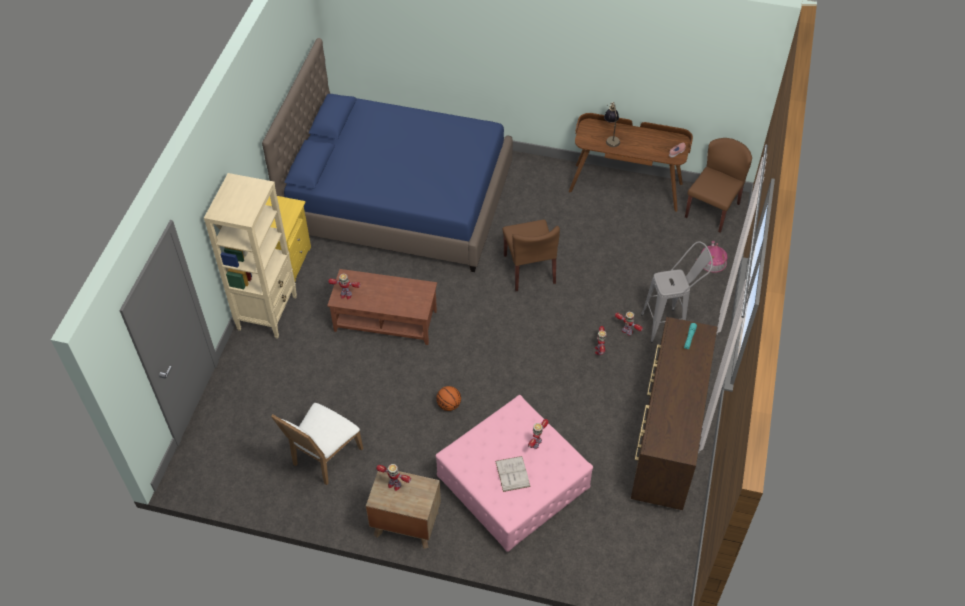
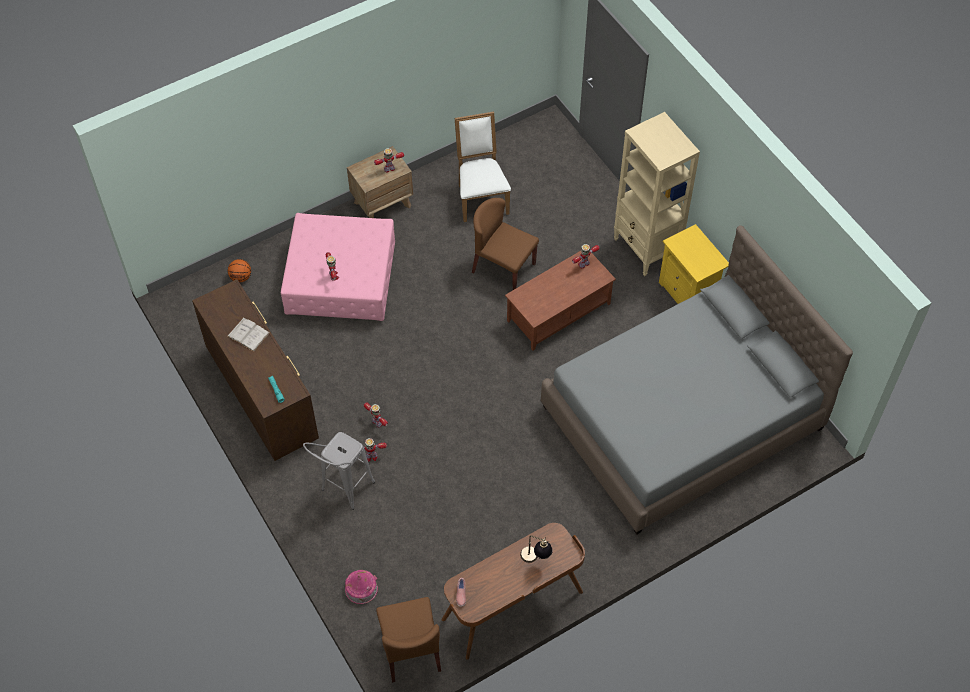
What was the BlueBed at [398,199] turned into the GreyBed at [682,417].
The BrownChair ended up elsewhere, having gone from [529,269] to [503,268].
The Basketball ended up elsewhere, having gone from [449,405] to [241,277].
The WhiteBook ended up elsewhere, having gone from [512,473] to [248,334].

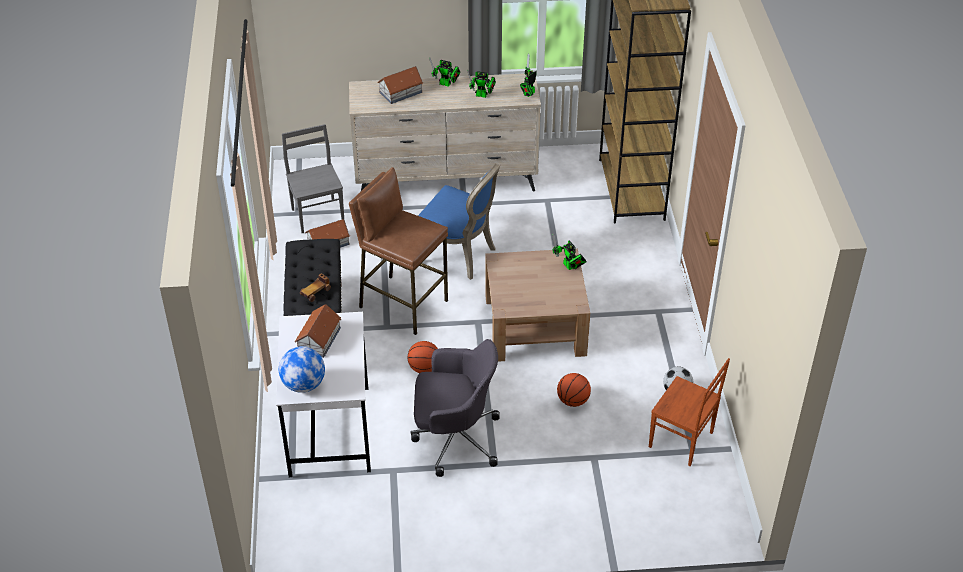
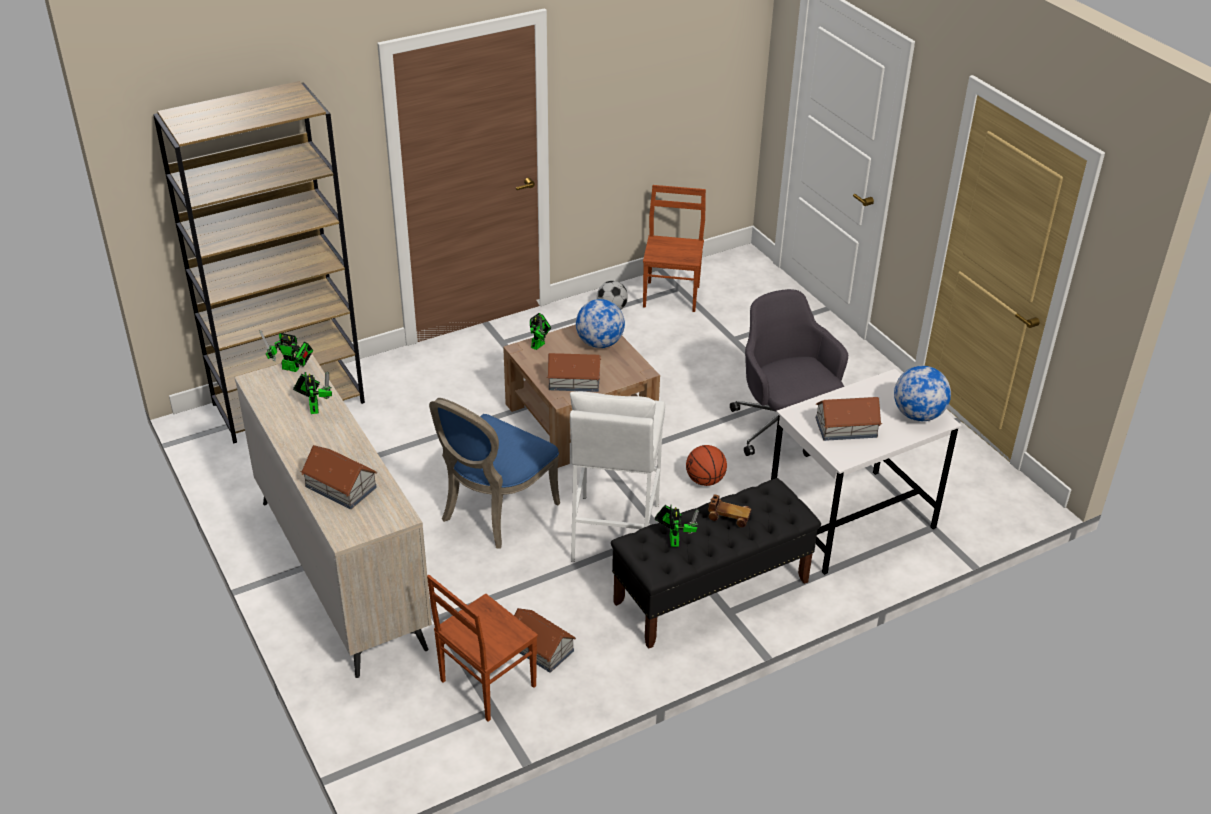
The ToyRobot ended up elsewhere, having gone from [446,84] to [673,538].
What was the GreyChair at [318,215] turned into the BrownChair at [486,683].
The BlueChair at [459,255] ended up facing another way, 150 degrees counterclockwise from before.
What was the BrownStool at [403,304] turned into the WhiteStool at [613,532].
The second view lost the Basketball at [573,401].
The second view gained the Globe at [599,343].
The second view gained the ToyHouse at [575,381].

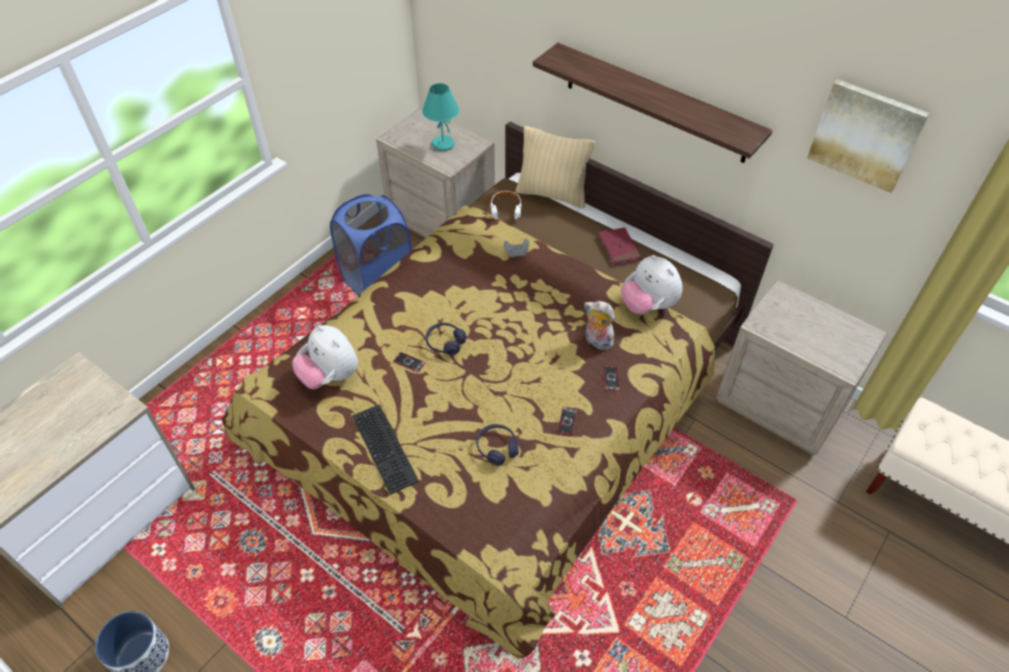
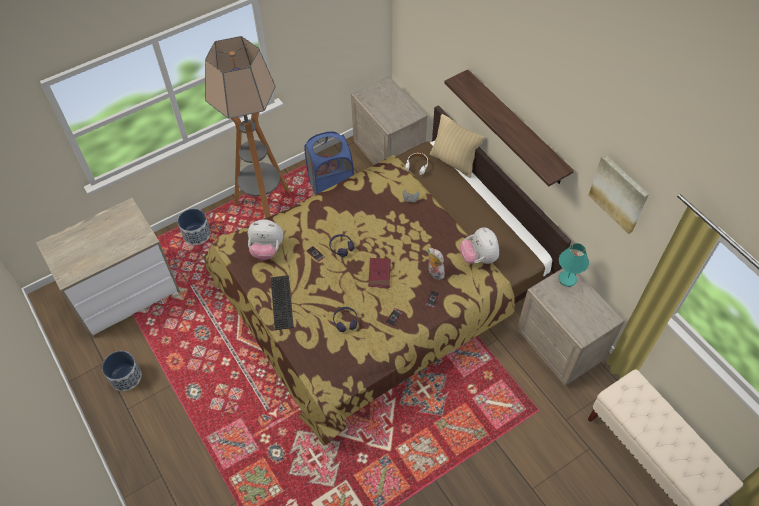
The TurquoiseTableLamp ended up elsewhere, having gone from [442,144] to [566,279].
The RedBook ended up elsewhere, having gone from [619,248] to [379,274].
The PlushToy at [330,376] ended up facing another way, 60 degrees counterclockwise from before.
The second view gained the FloorLamp at [265,208].
The second view gained the Planter at [196,234].

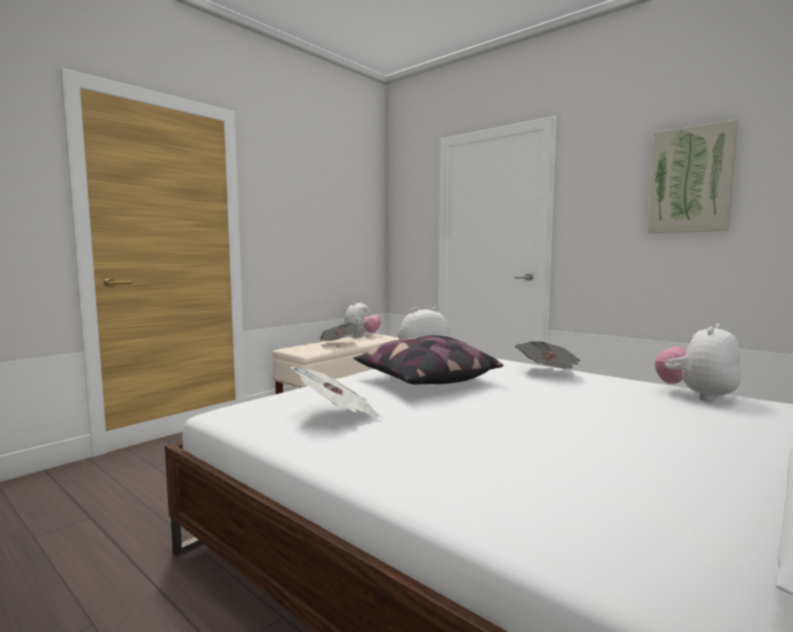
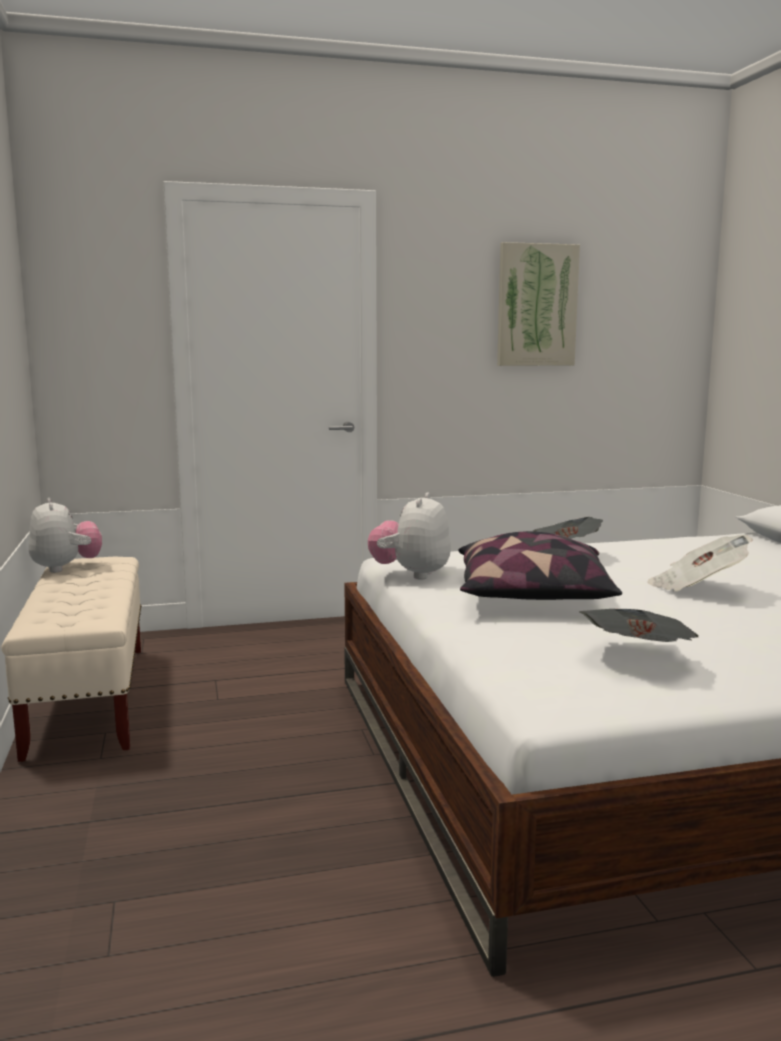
The Newspaper ended up elsewhere, having gone from [338,343] to [696,587].
The second view lost the PlushToy at [697,396].

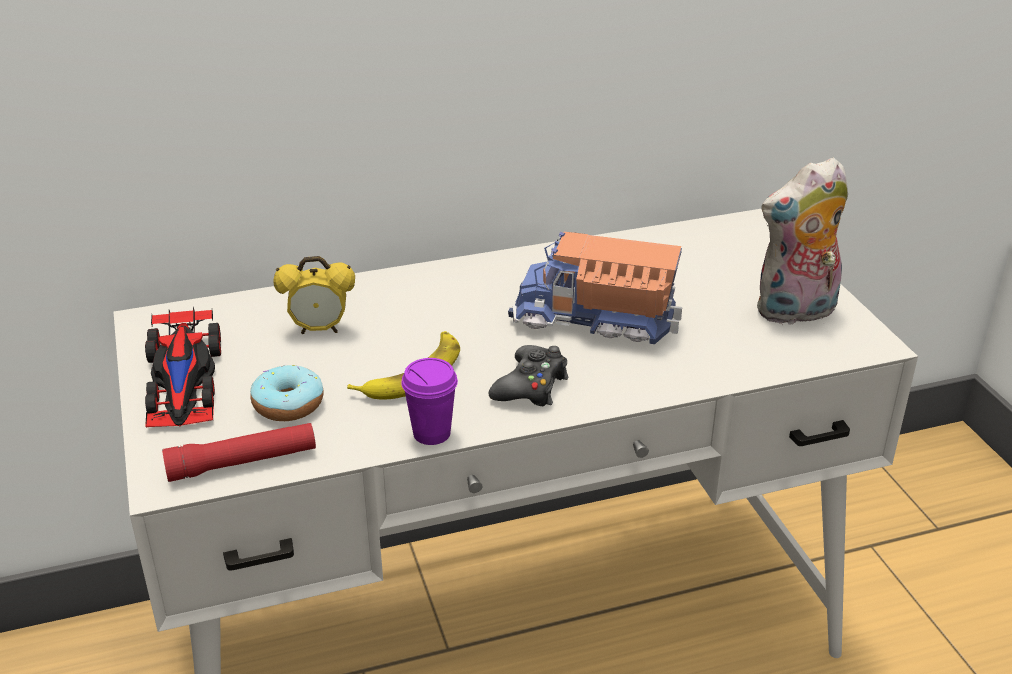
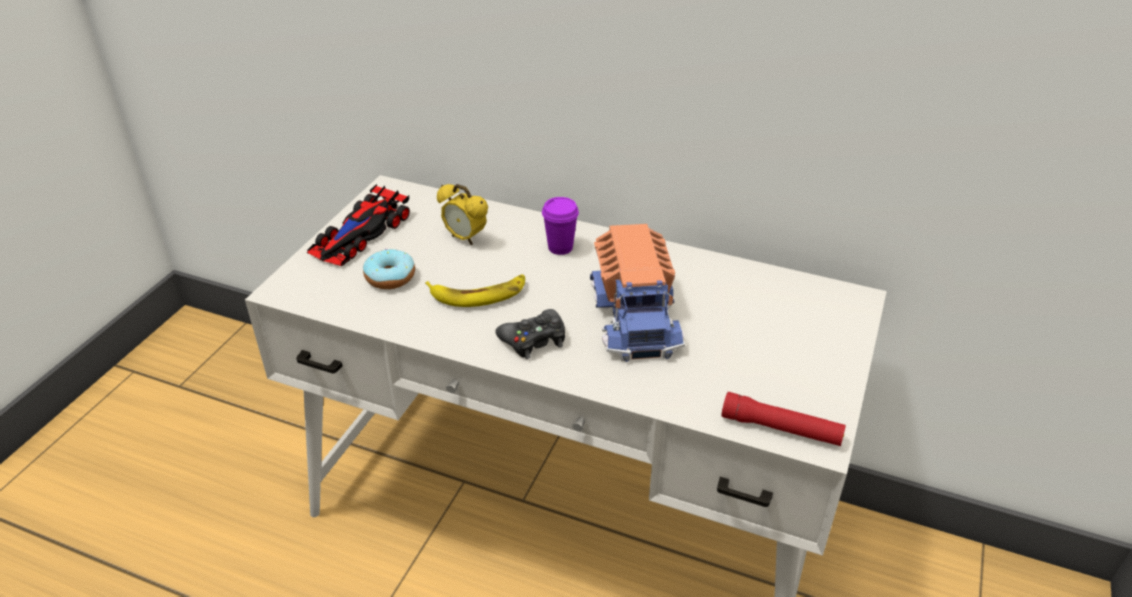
The second view lost the PlushToy at [795,313].
The ToyTruck at [595,320] ended up facing another way, 150 degrees counterclockwise from before.
The PurpleCup ended up elsewhere, having gone from [431,433] to [560,247].
The RedFlashlight ended up elsewhere, having gone from [243,463] to [781,428].

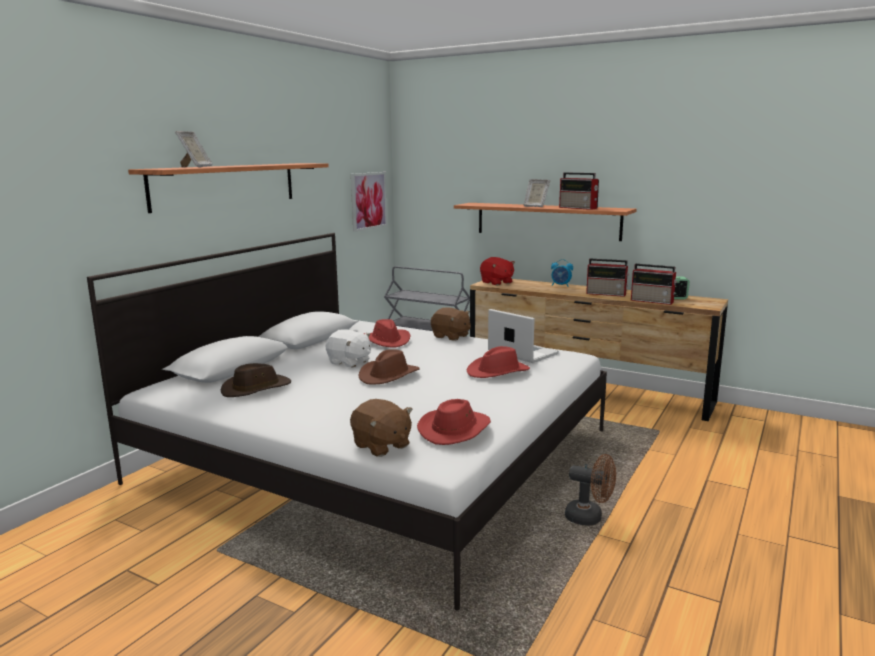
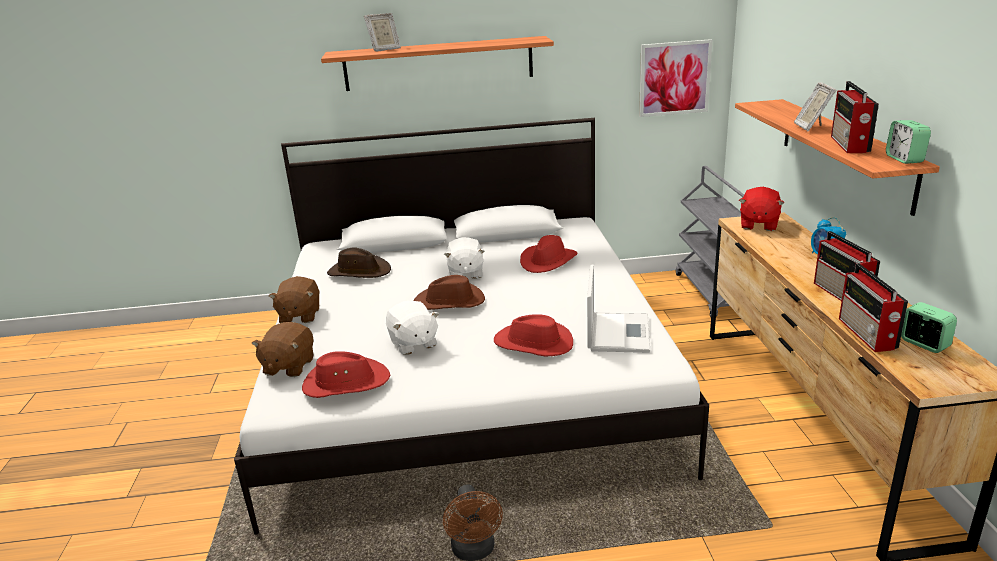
The BrownPlushToy ended up elsewhere, having gone from [451,336] to [299,316].
The second view gained the AlarmClock at [904,159].
The second view gained the WhitePlushToy at [413,343].

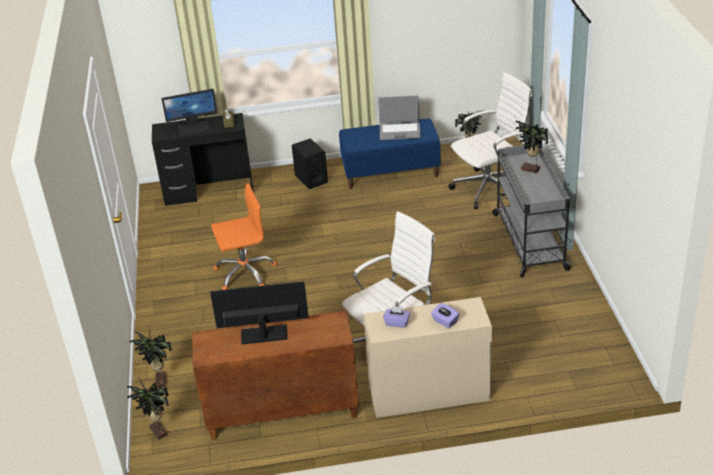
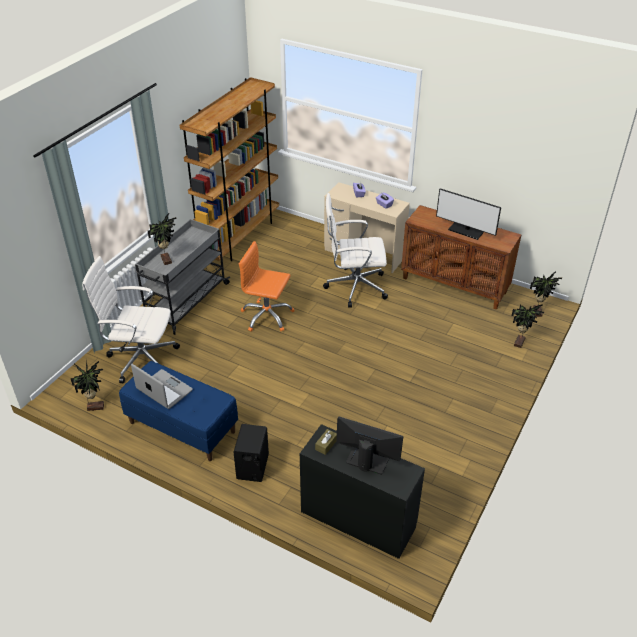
The OrangeOfficeChair ended up elsewhere, having gone from [245,273] to [267,316].
The second view gained the BrownBookcase at [239,237].

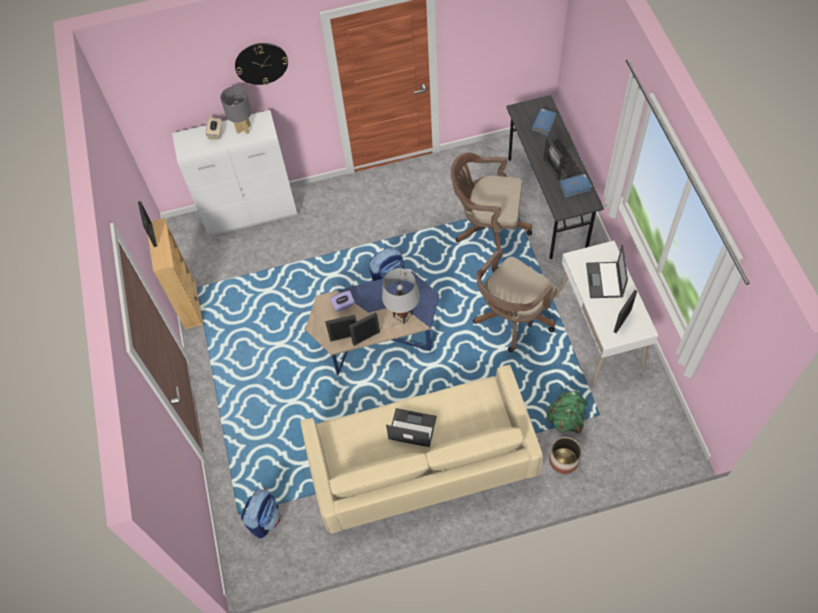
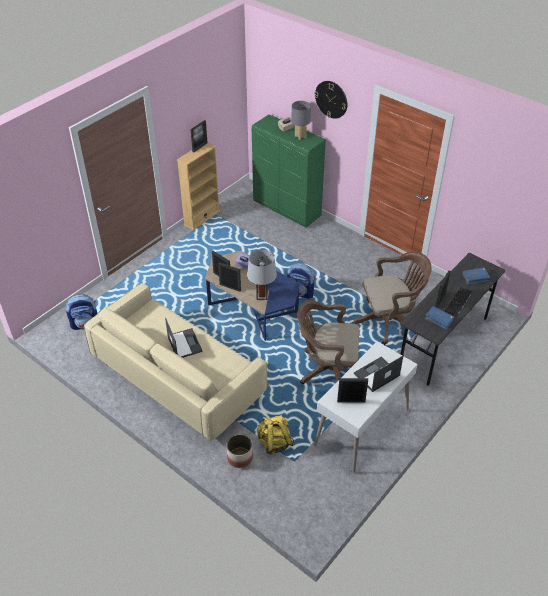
What was the WhiteCabinet at [251,213] turned into the GreenCabinet at [287,209].
The BrownOfficeChair at [487,227] ended up facing another way, 105 degrees clockwise from before.
What was the GreenBackpack at [566,419] turned into the YellowBackpack at [274,442].

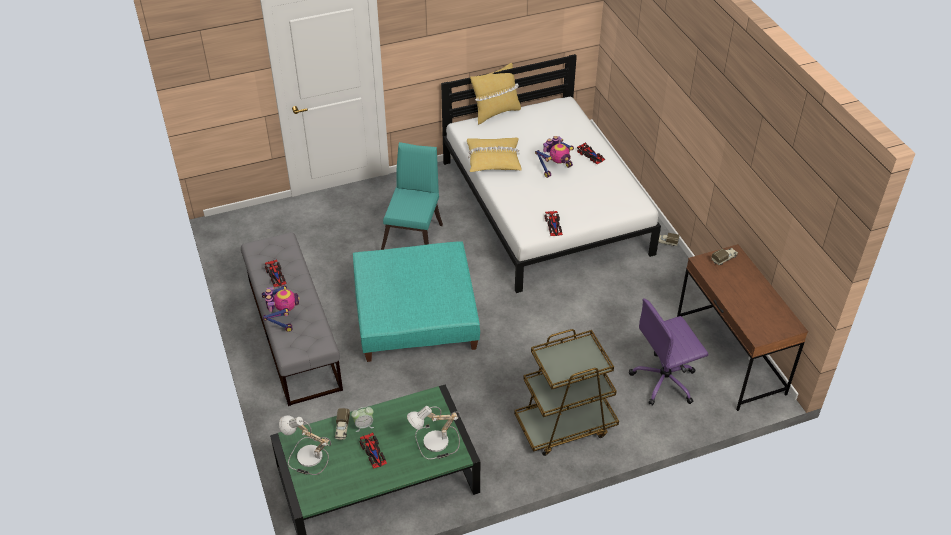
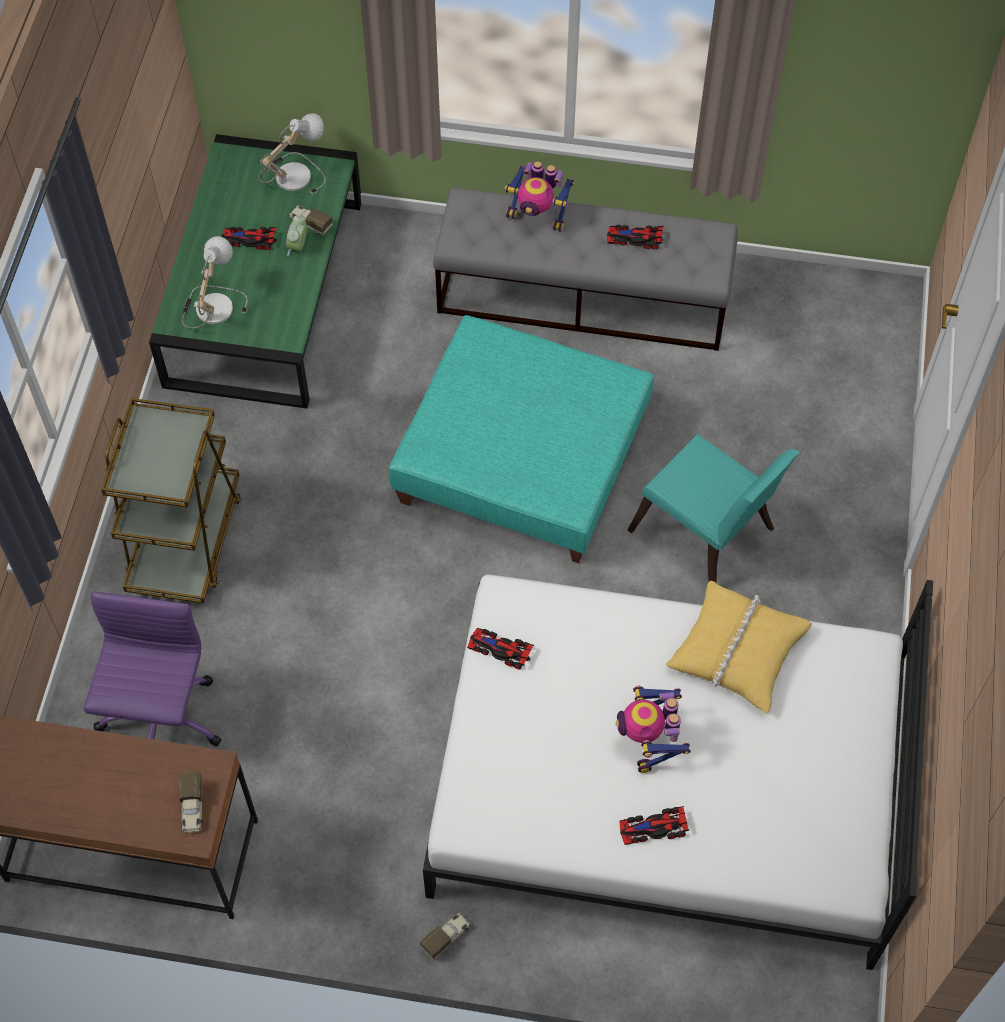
The second view lost the YellowPillow at [495,113].

